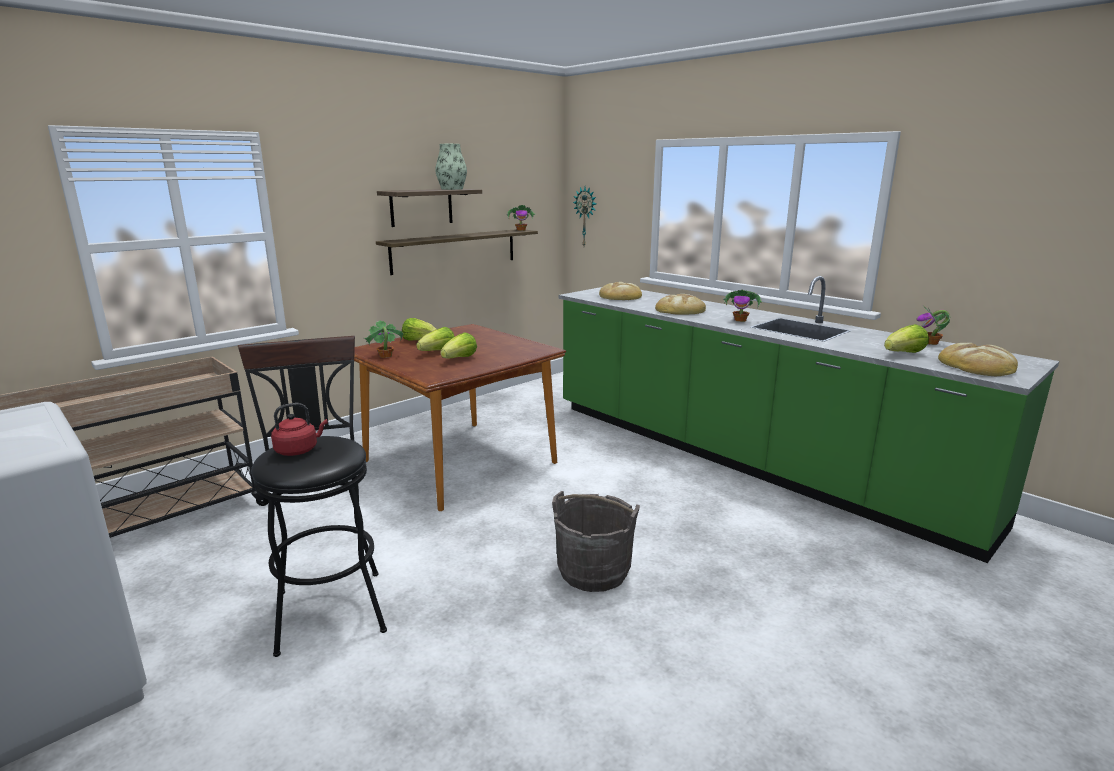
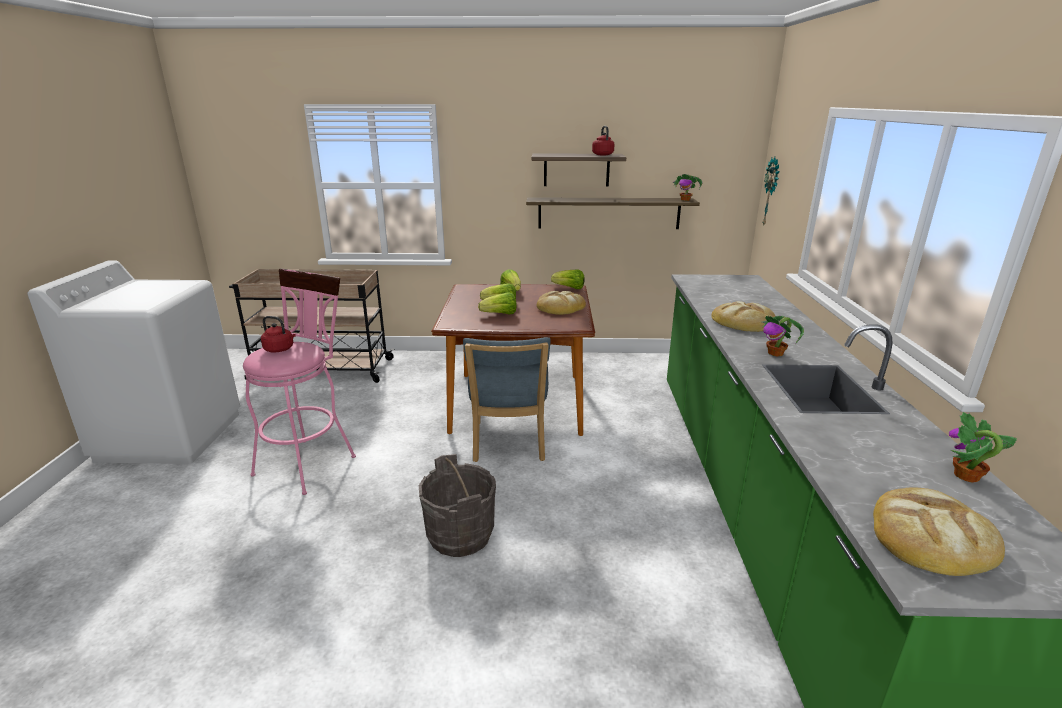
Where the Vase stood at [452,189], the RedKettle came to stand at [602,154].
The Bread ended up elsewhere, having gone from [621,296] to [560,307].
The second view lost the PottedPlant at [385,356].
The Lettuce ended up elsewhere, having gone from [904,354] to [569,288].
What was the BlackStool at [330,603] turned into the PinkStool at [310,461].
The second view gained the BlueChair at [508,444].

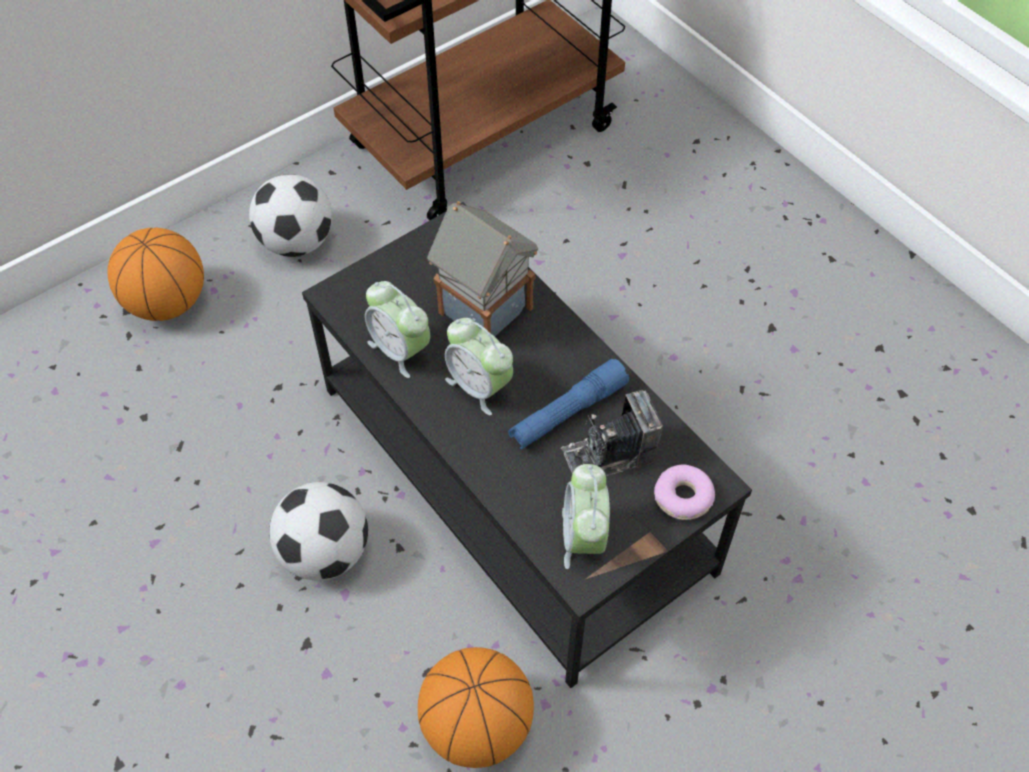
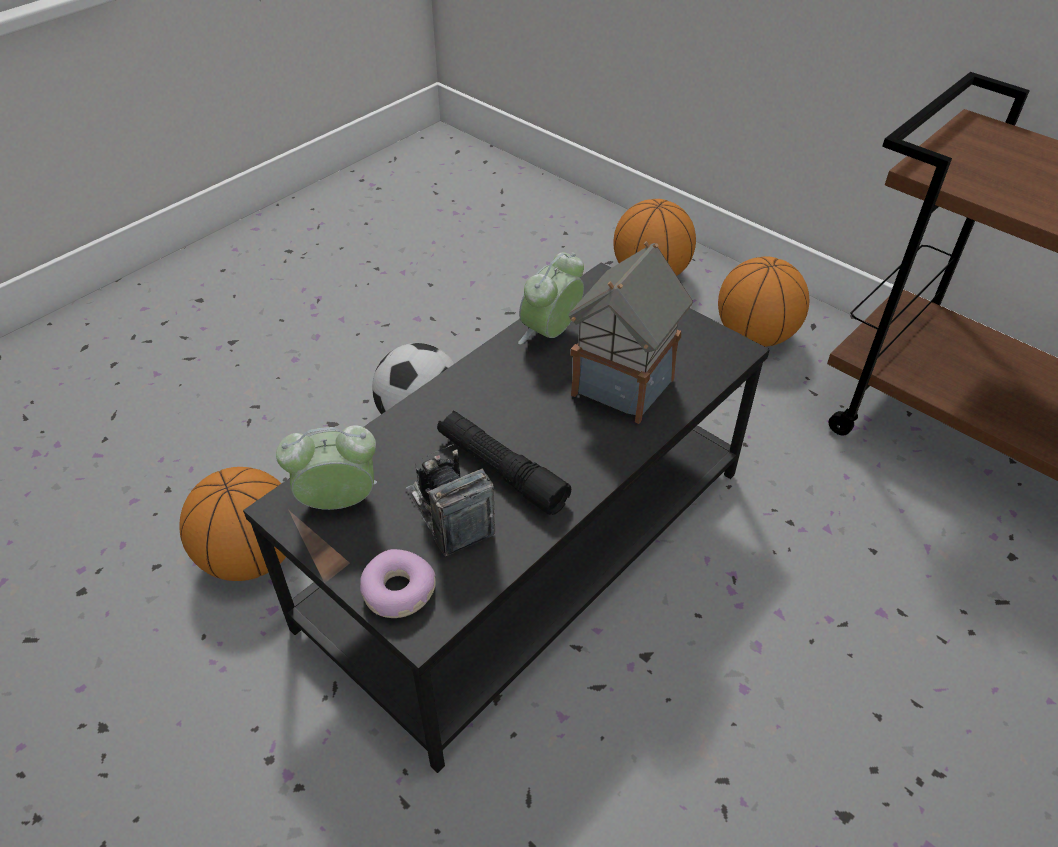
Where the Football stood at [297,242], the Basketball came to stand at [754,336].
The second view lost the AlarmClock at [479,386].
What was the BlueFlashlight at [568,412] turned into the BlackFlashlight at [501,470].

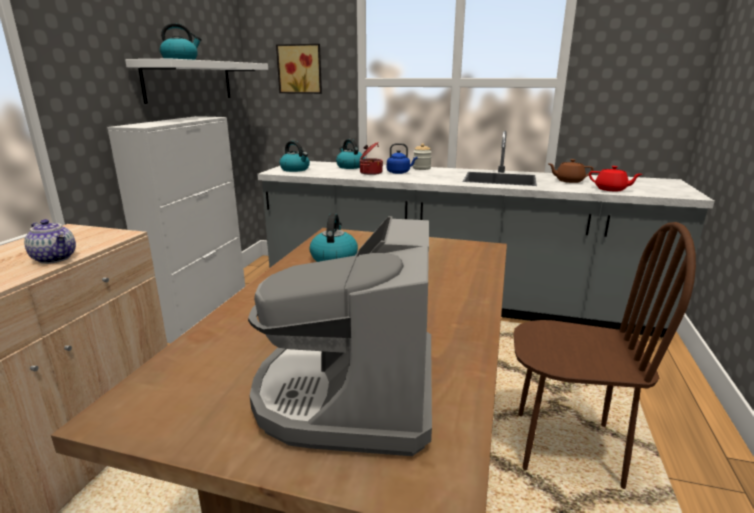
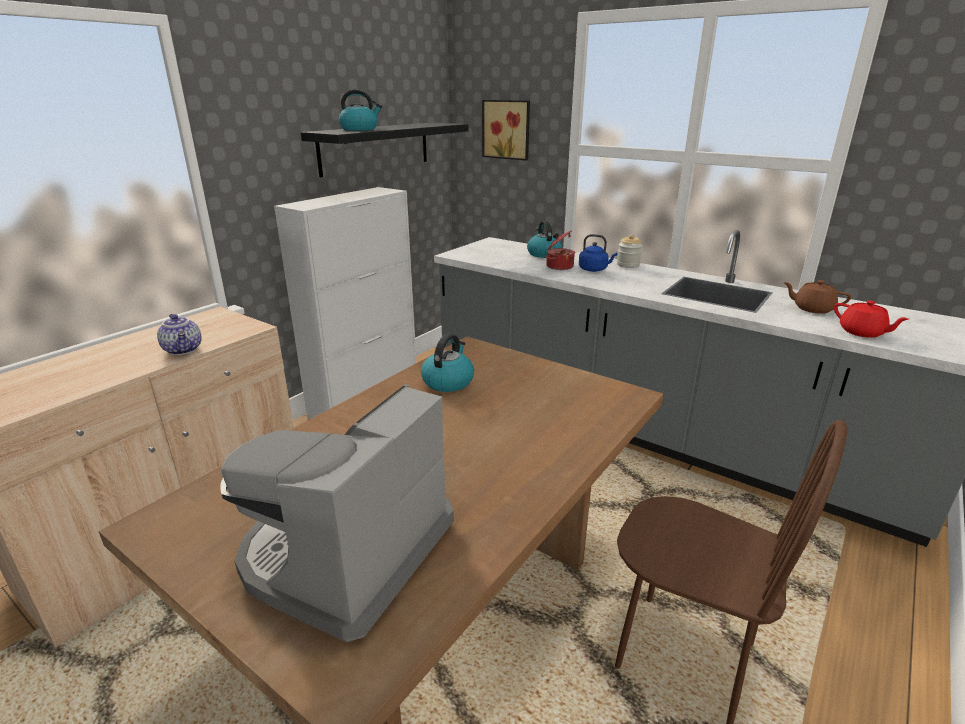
What was the WhiteShelf at [189,81] turned into the BlackShelf at [376,148].
The second view lost the Kettle at [295,169].

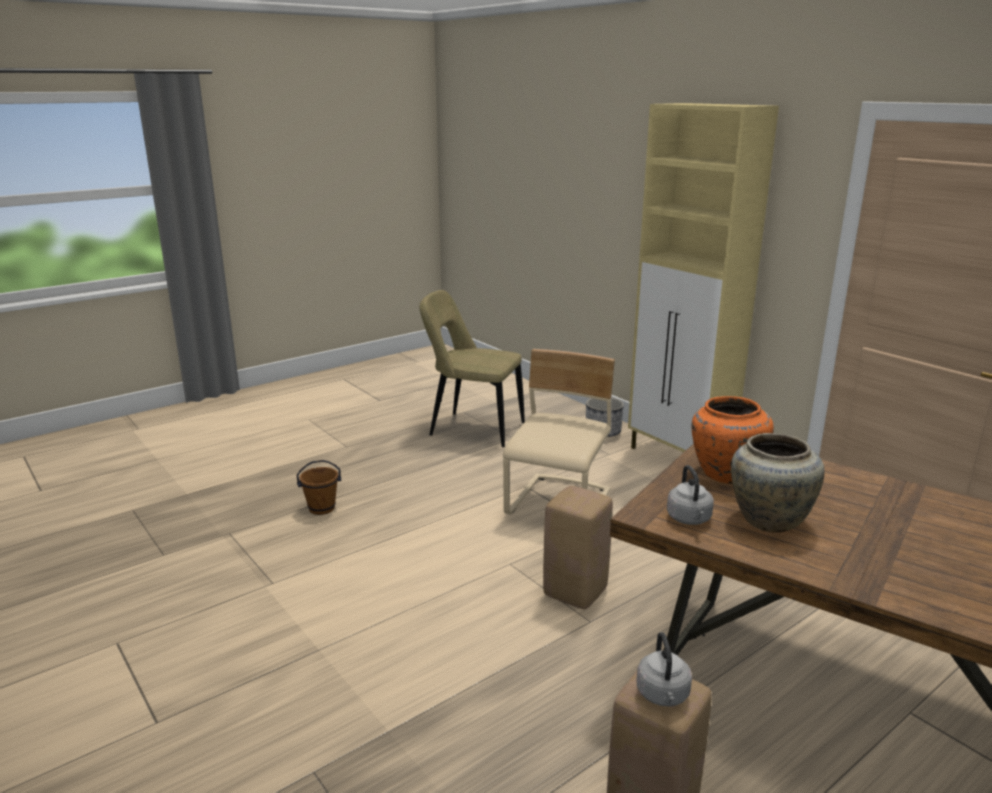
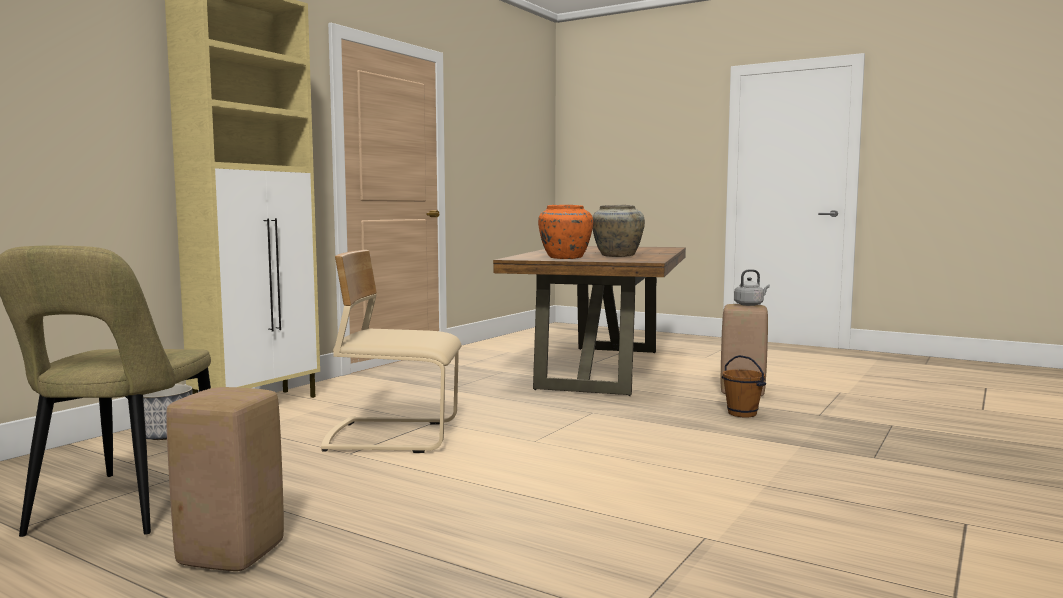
The BrownBucket ended up elsewhere, having gone from [322,509] to [742,413].
The second view lost the GreyKettle at [689,519].
The BeigeStool ended up elsewhere, having gone from [575,591] to [229,555].

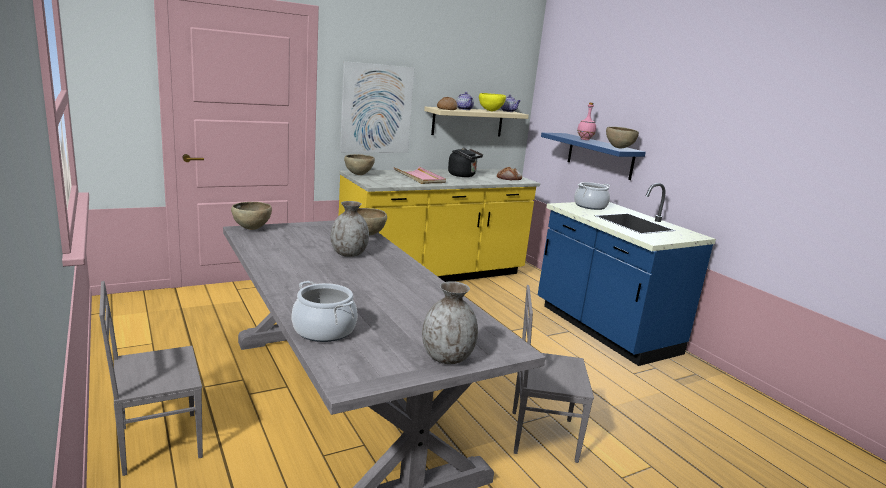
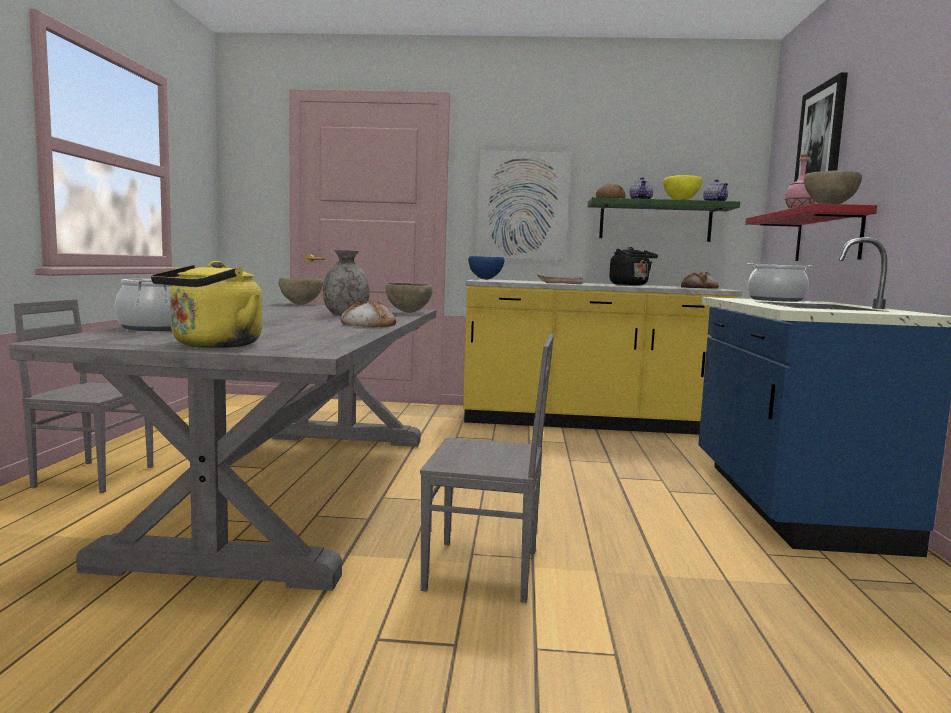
What was the BeigeShelf at [468,122] turned into the GreenShelf at [655,221].
What was the BlueShelf at [600,156] turned into the RedShelf at [828,236].
What was the BrownBowl at [359,174] turned into the BlueBowl at [486,279].
Where the GreyVase stood at [446,358], the YellowKettle came to stand at [212,345].
The GreyChair at [541,435] ended up facing another way, 150 degrees clockwise from before.
The second view gained the Picture at [821,139].
The second view gained the Bread at [367,324].

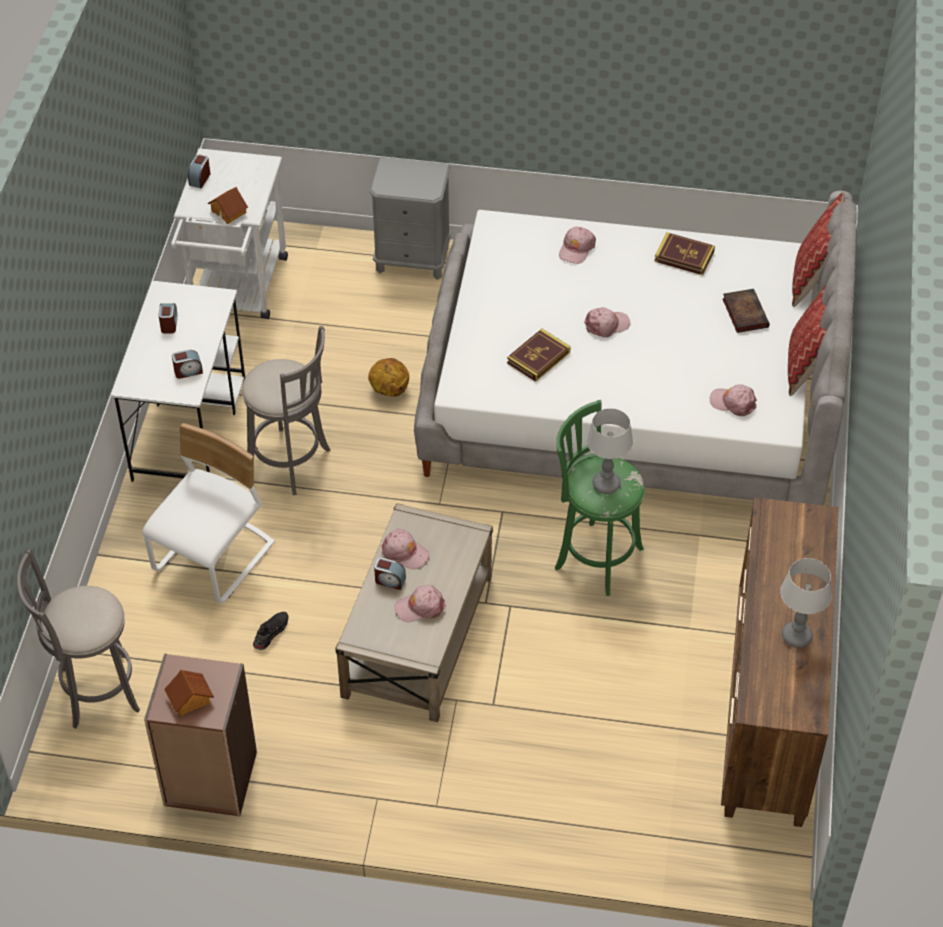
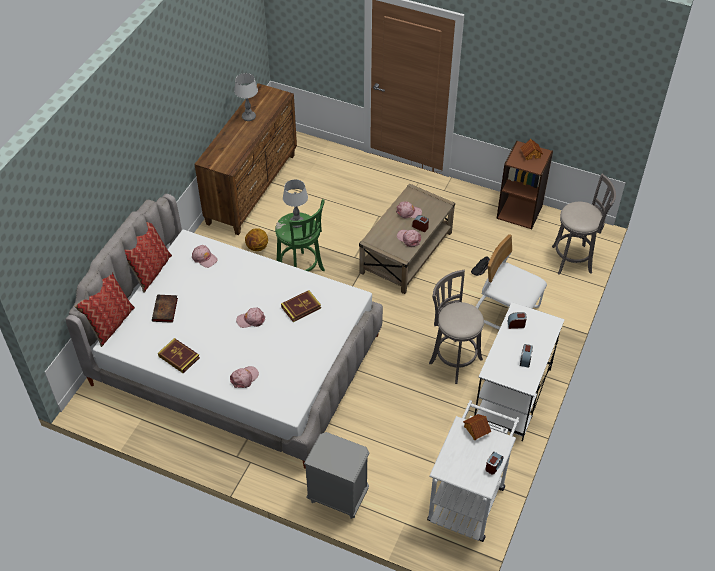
The Basketball ended up elsewhere, having gone from [389,390] to [257,247].
The WhiteChair at [215,559] ended up facing another way, 75 degrees clockwise from before.

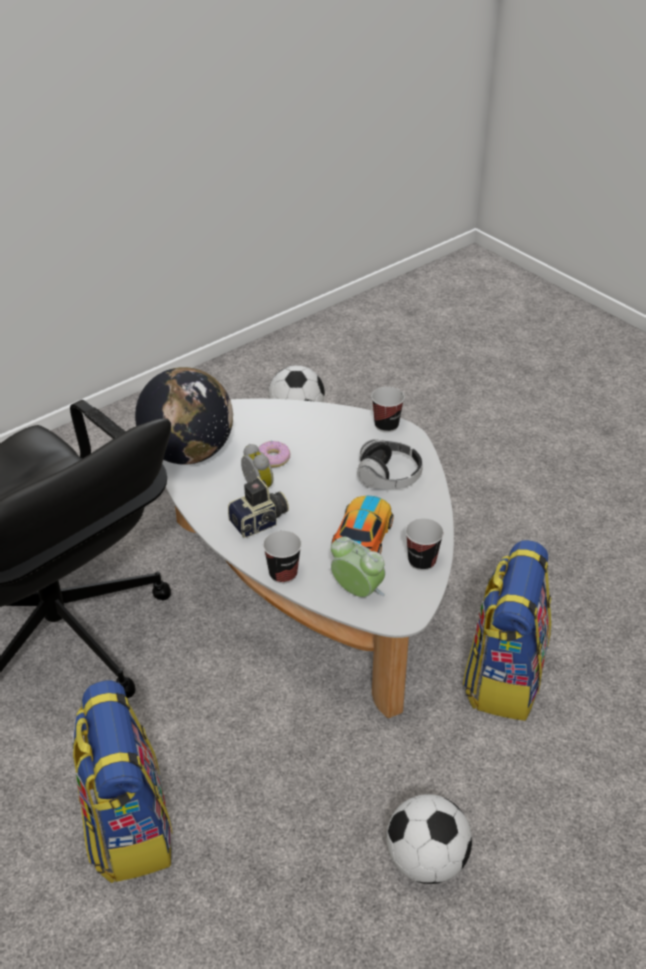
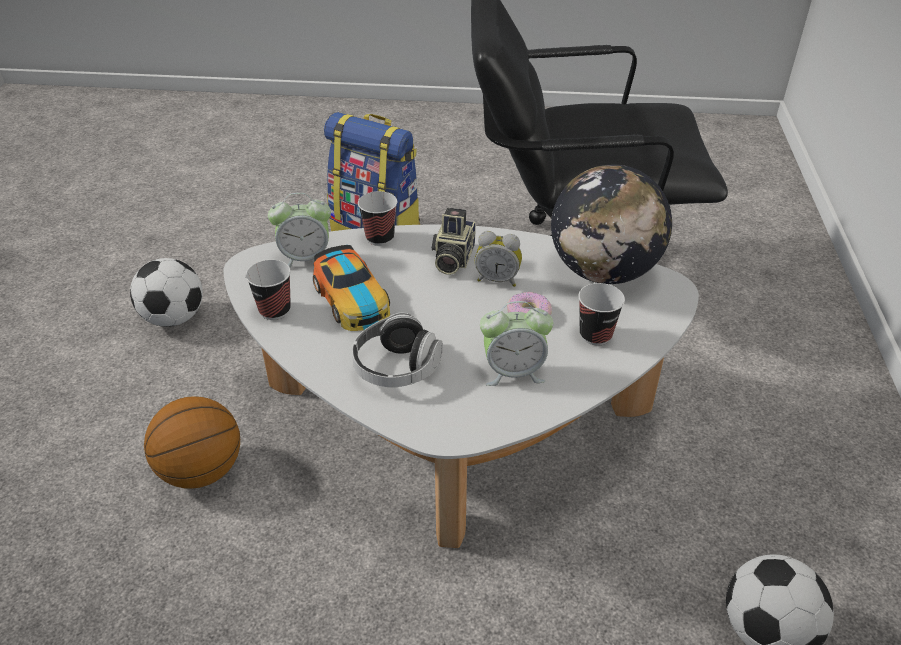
The Cup ended up elsewhere, having gone from [386,425] to [595,335].
Where the Backpack stood at [503,676], the Basketball came to stand at [202,471].
The second view gained the AlarmClock at [513,372].

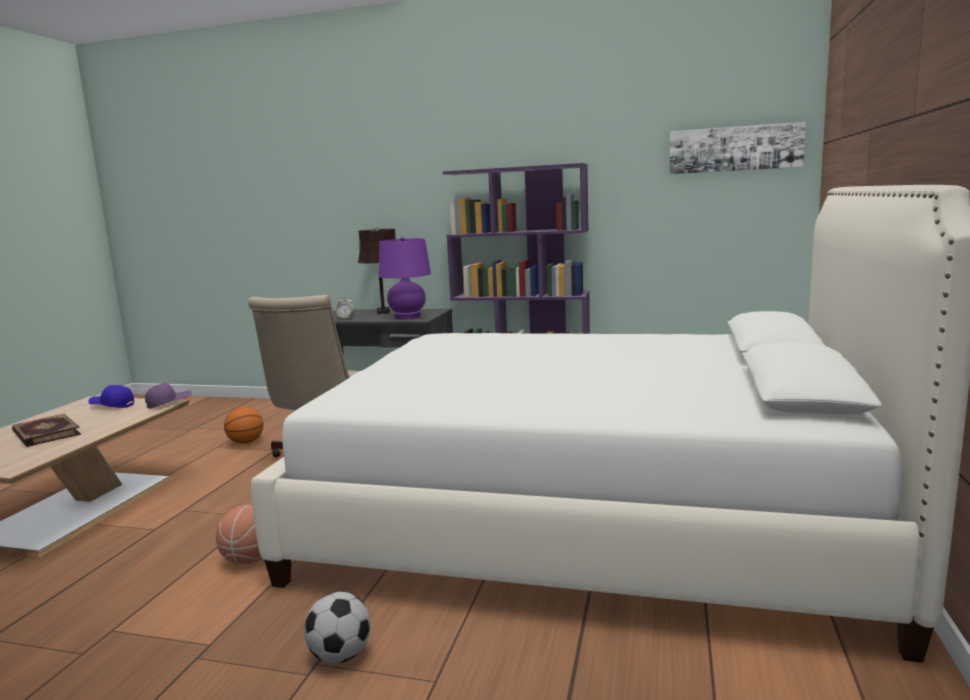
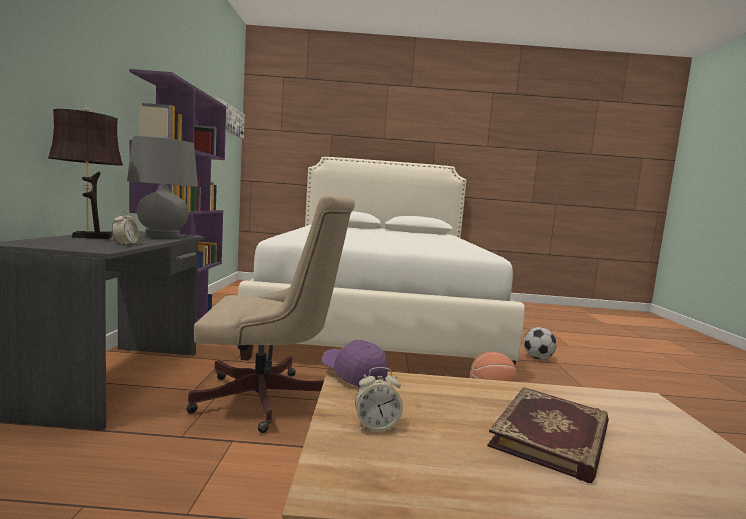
What was the PurpleTableLamp at [408,317] turned into the GreyTableLamp at [162,236].
Where the BlueCap stood at [112,406], the AlarmClock came to stand at [376,426].
The second view lost the Basketball at [246,442].

